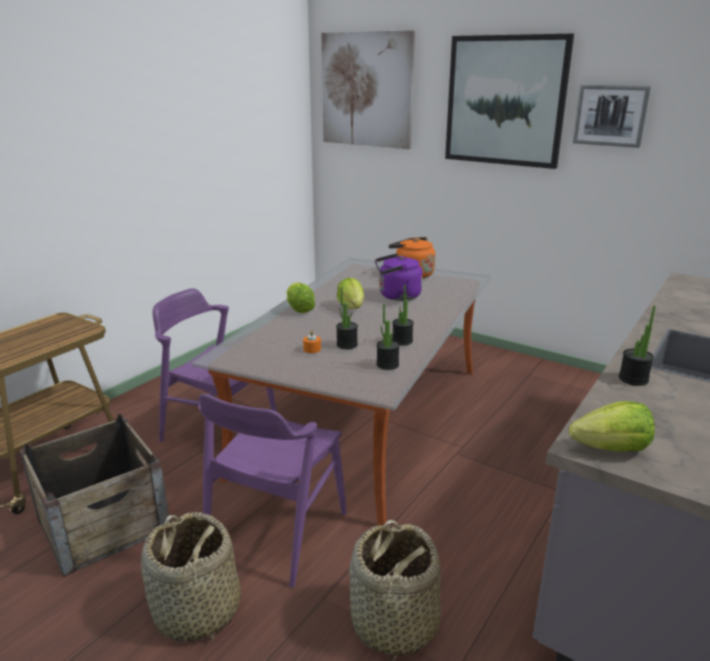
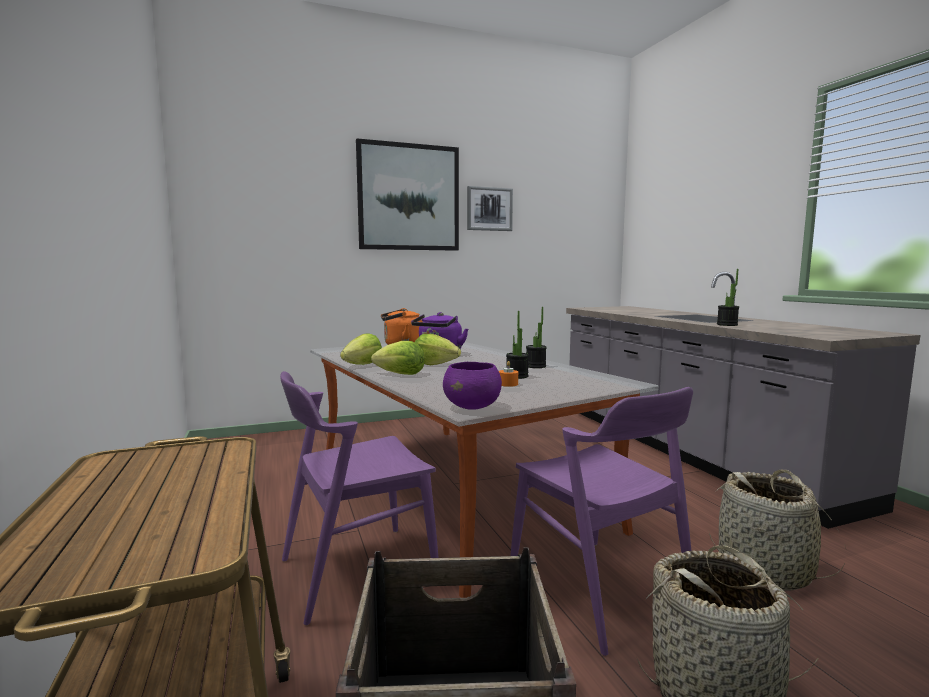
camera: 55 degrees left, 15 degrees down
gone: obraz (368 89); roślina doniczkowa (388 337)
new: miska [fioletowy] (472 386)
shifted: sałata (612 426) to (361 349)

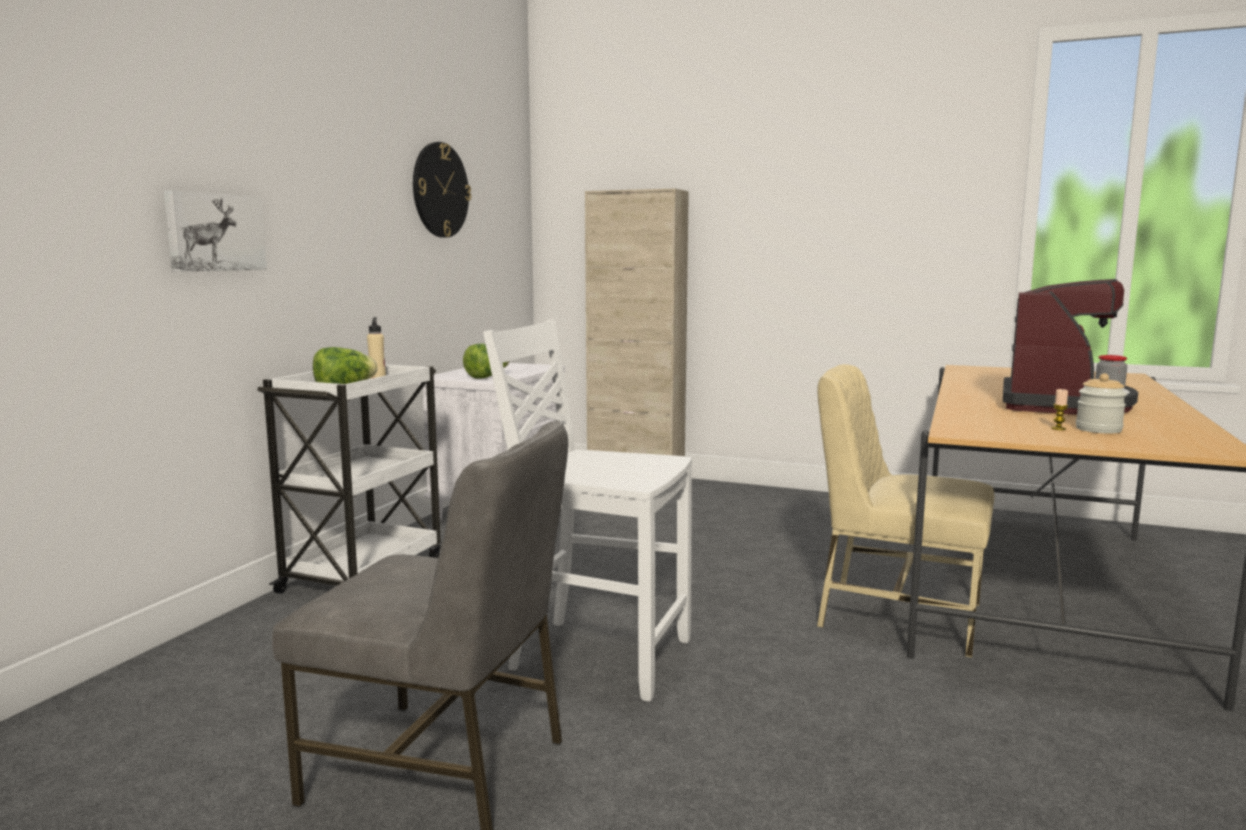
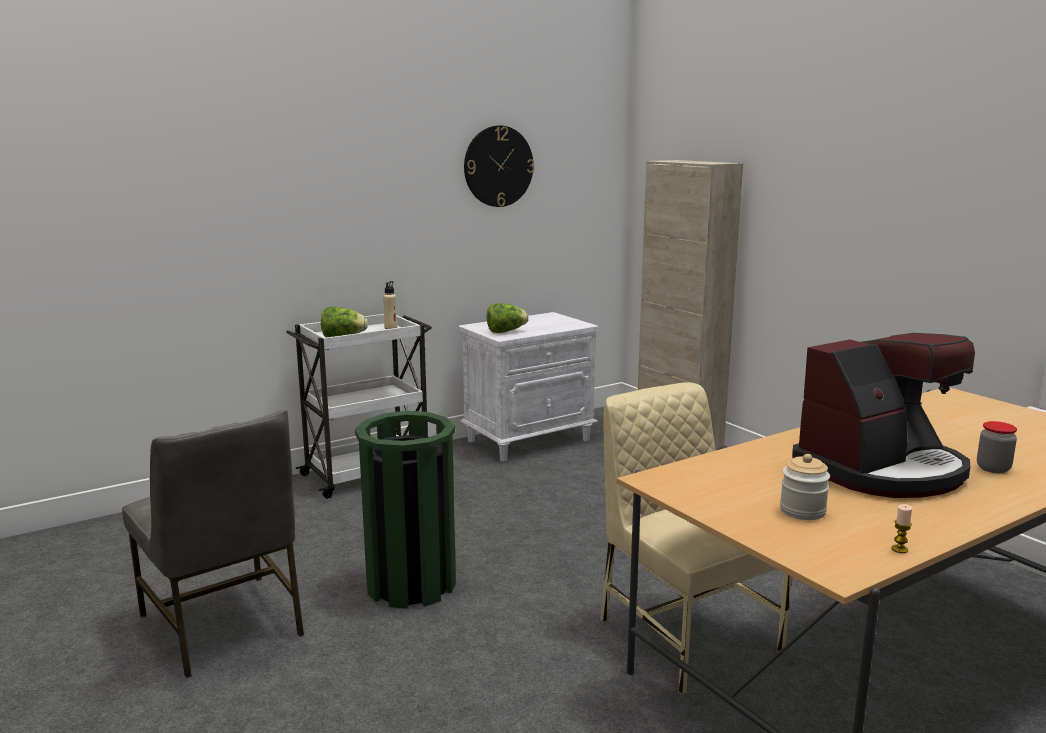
camera: 35 degrees right, 5 degrees up
gone: obraz (215 231)
shifted: świeca (1059 409) to (901 528)
swapped: krzesło [biały] (587 510) to kosz na śmieci [zielony] (405 510)

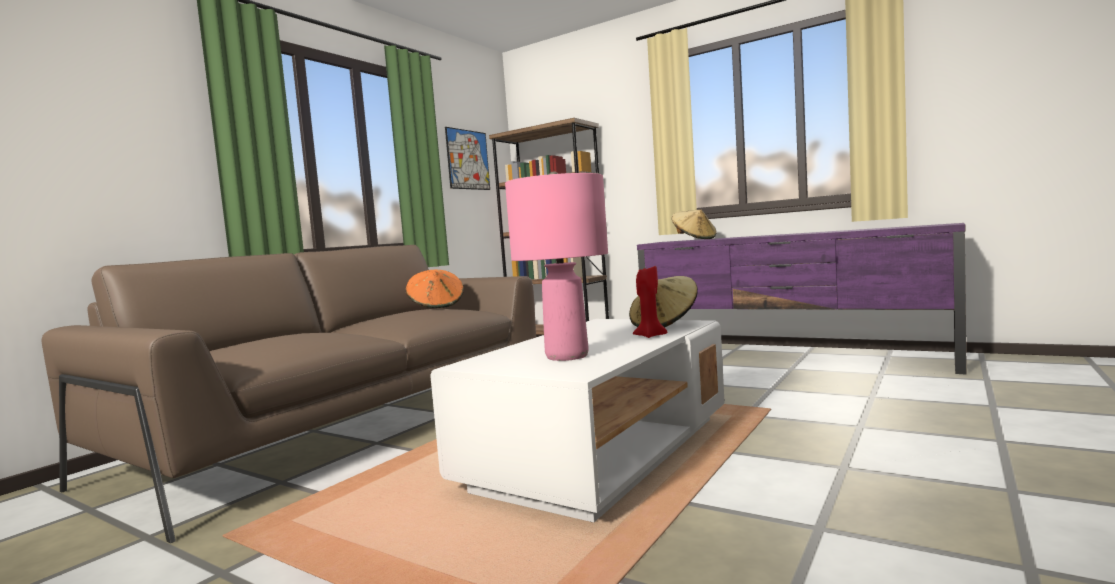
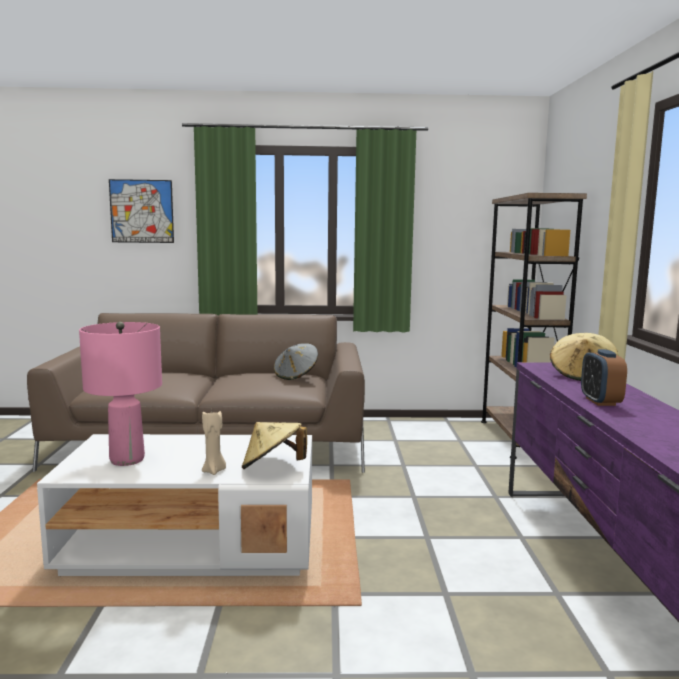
camera: 55 degrees right, 5 degrees up
new: budzik (604 377)
shifted: obraz (467 158) to (141 211)
repainted: świeca [czerwony] (650 302) to świeca [beżowy] (214 443); kapelusz [pomarańczowy] (435 289) to kapelusz [szary] (296 361)

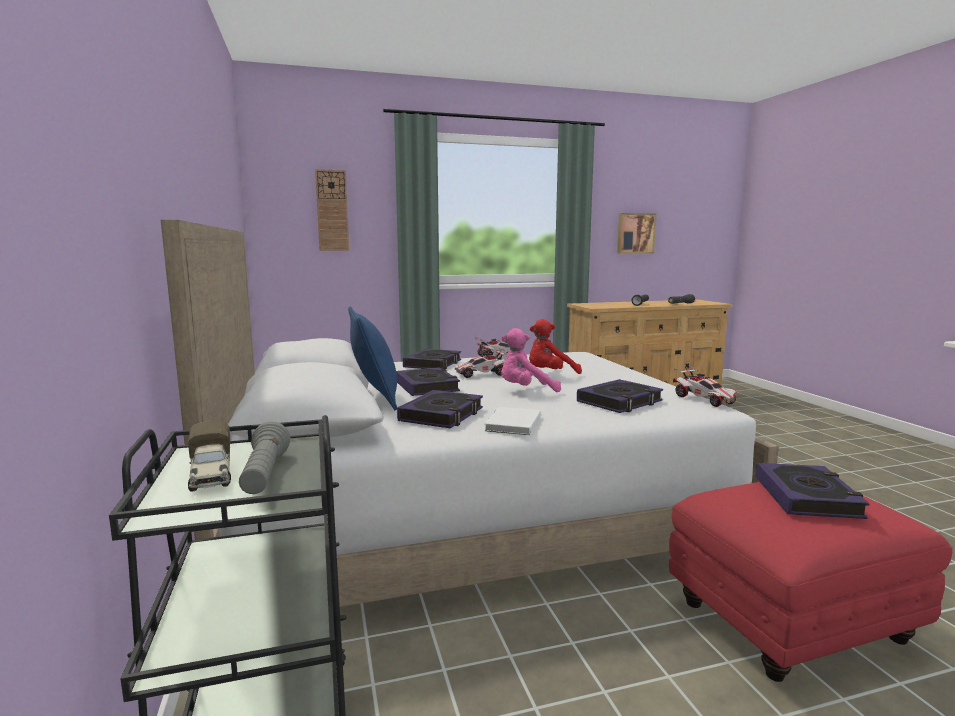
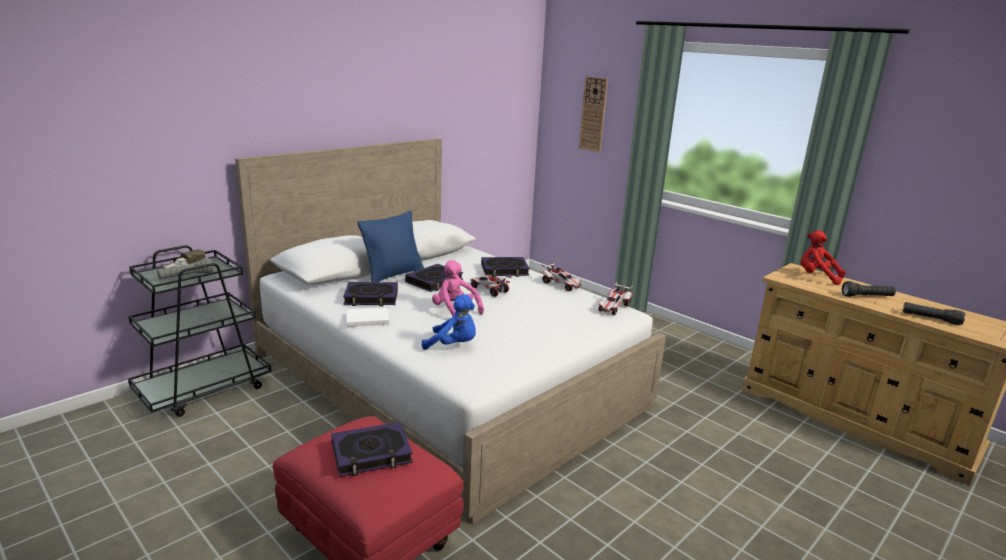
camera: 60 degrees right, 10 degrees up
gone: obraz (637 233)
shifted: samochodzik (706 386) to (615 298); pluszak [czerwony] (555 346) to (823 257)
swapped: książka (620 396) to pluszak [niebieski] (449 322)

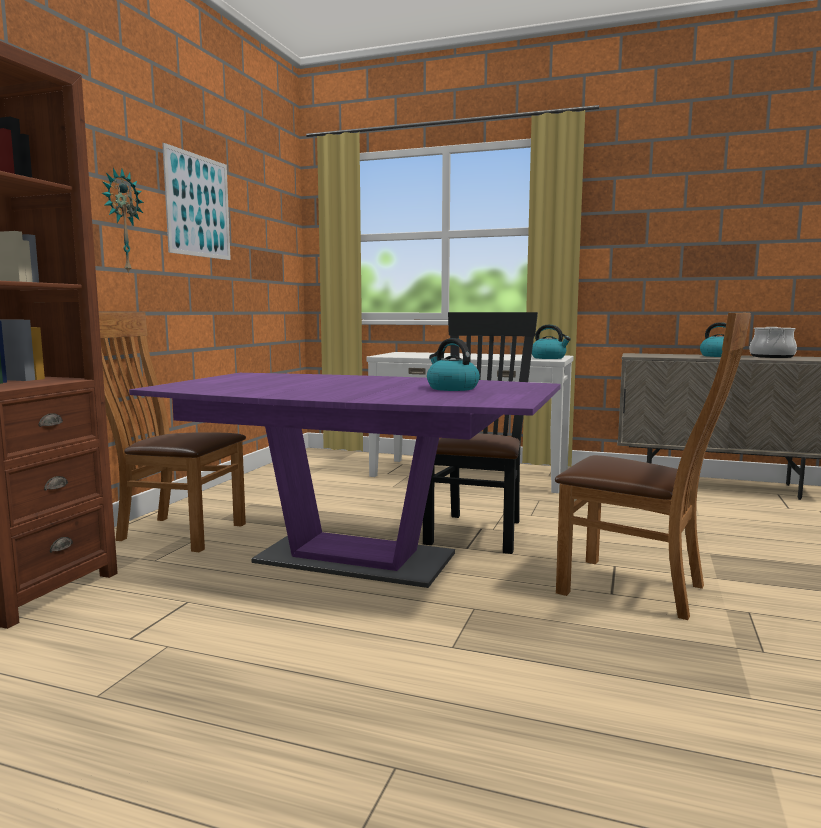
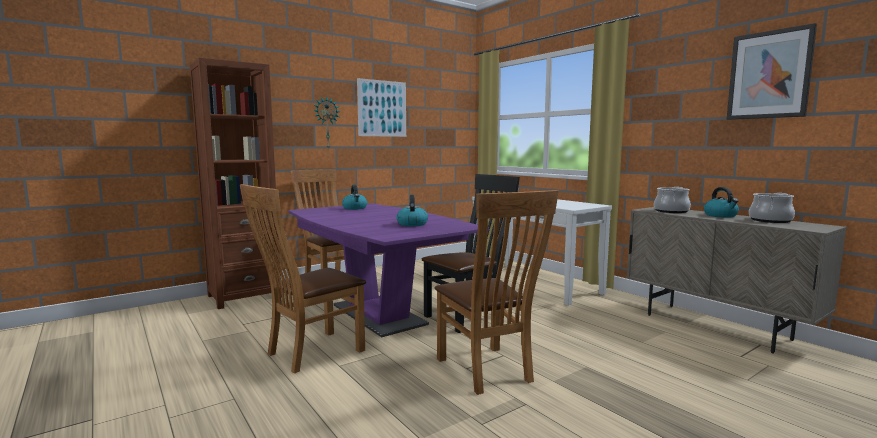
camera: 35 degrees right, 0 degrees up
new: krzesło [brązowy] (303 278); garnek (672 200); obraz (772 71)
shifted: czajnik (551 342) to (354 197)

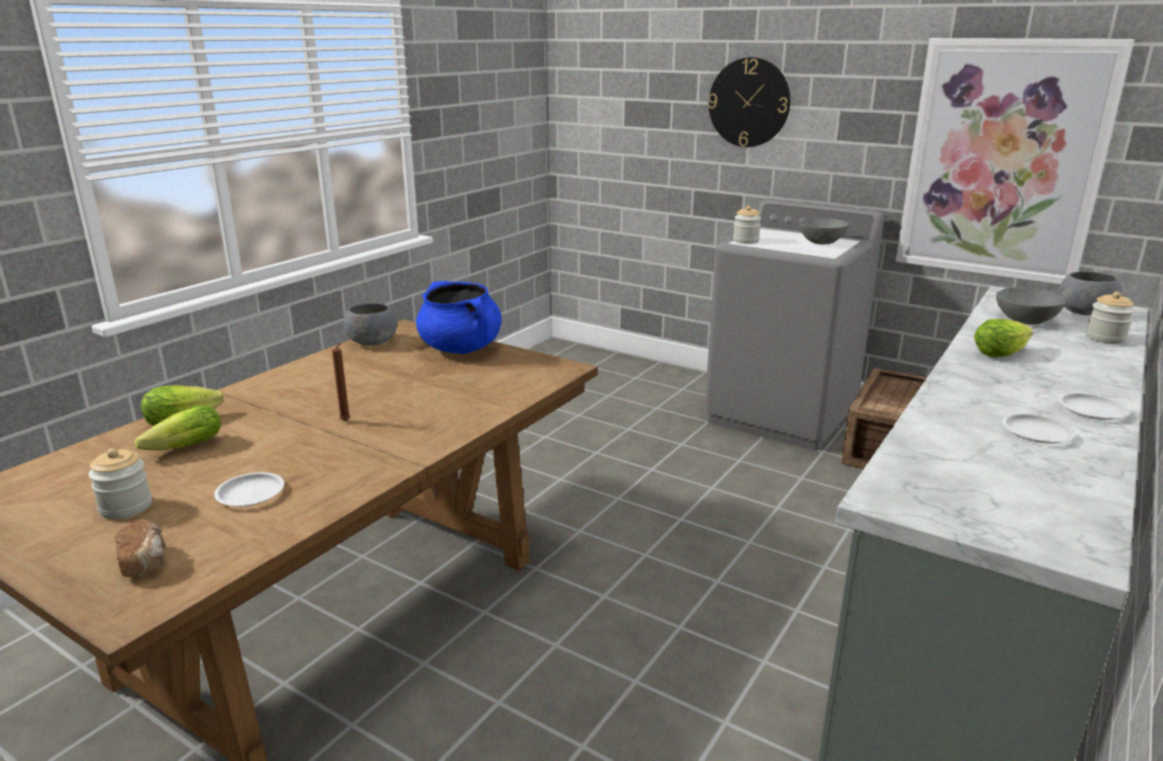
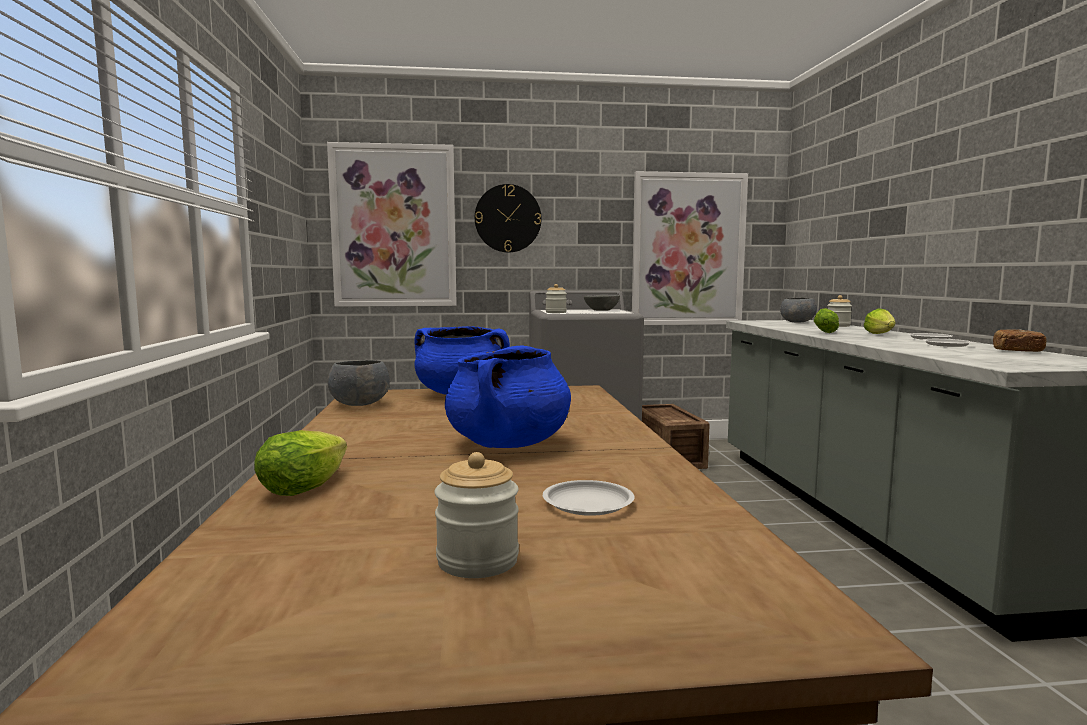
camera: 40 degrees left, 15 degrees down
gone: miska [szary] (1031 306)
new: obraz (392 224)
shifted: sałata (178 427) to (879 321); chleb (140 548) to (1019 340)
swapped: świeca [brązowy] (341 382) to garnek [niebieski] (508 396)

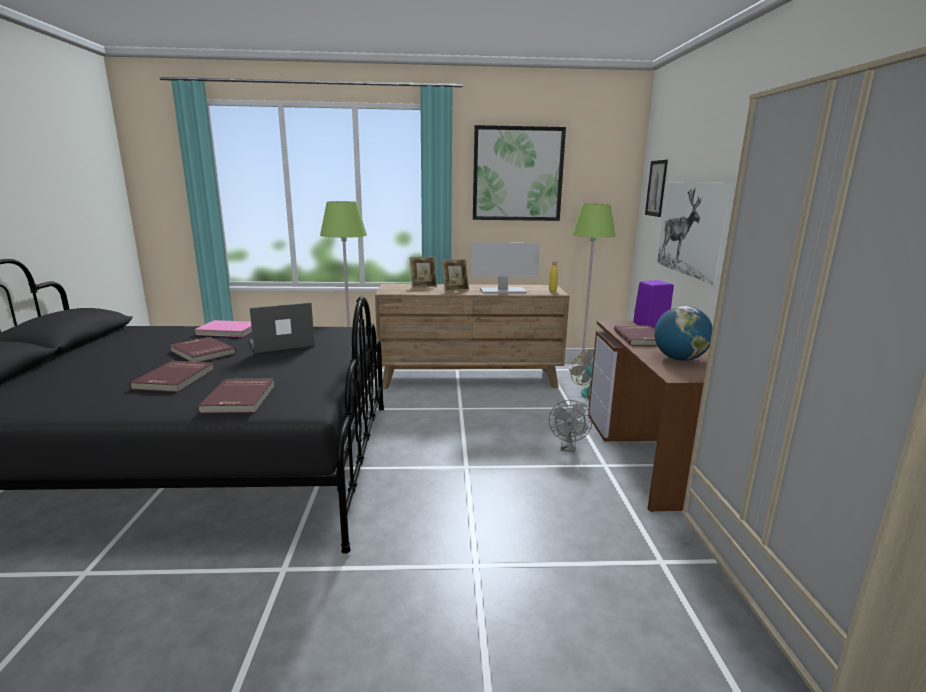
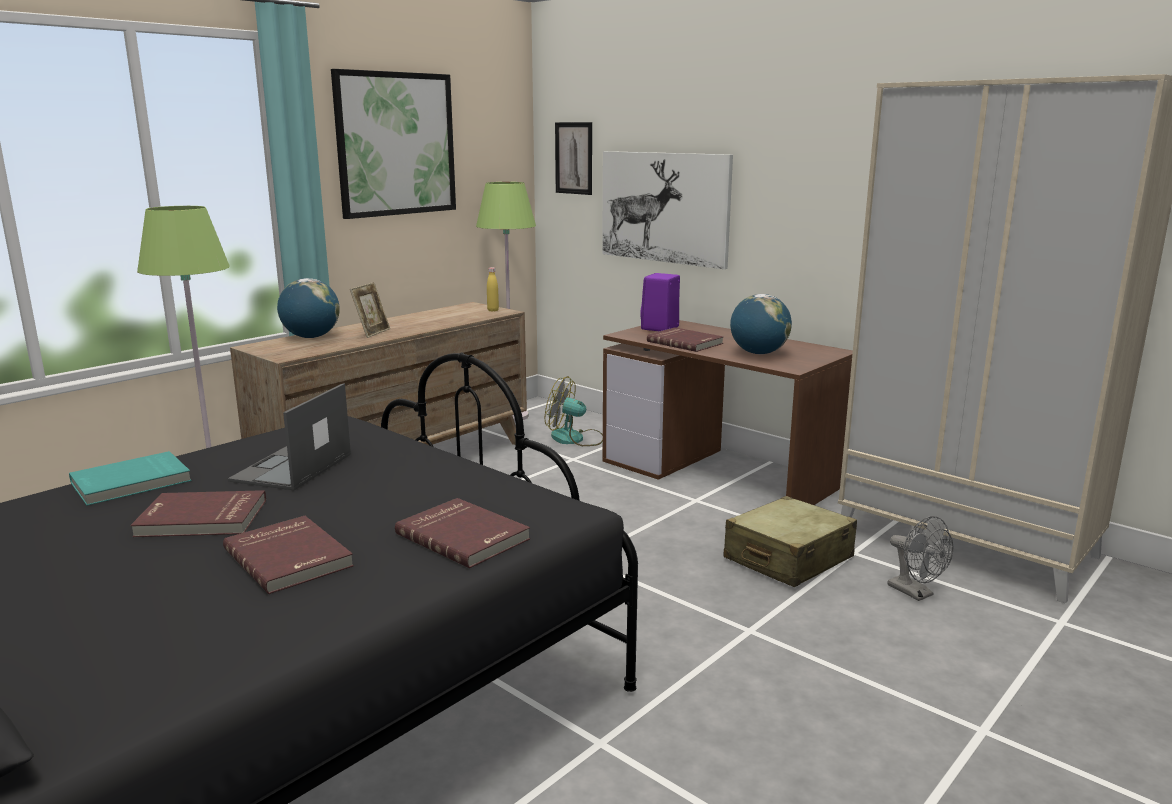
camera: 45 degrees left, 0 degrees up
gone: monitor (505 268)
new: walizka [beżowy] (790 541)
shifted: wentylator [szary] (570 426) to (920 558)
swapped: ramka na zdjęcie (423 272) to globus (308 308)
repainted: książka [różowy] (223 328) to książka [turkusowy] (130 478)

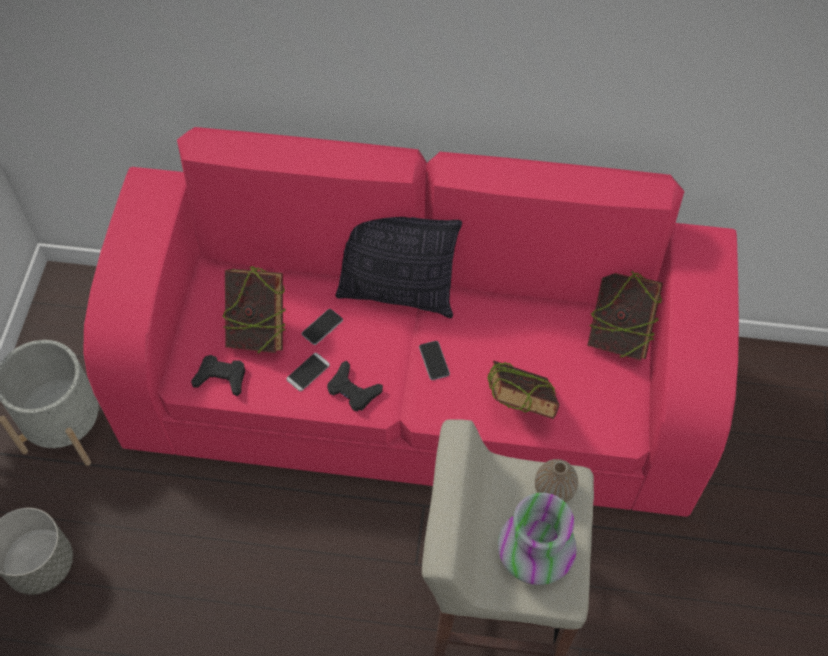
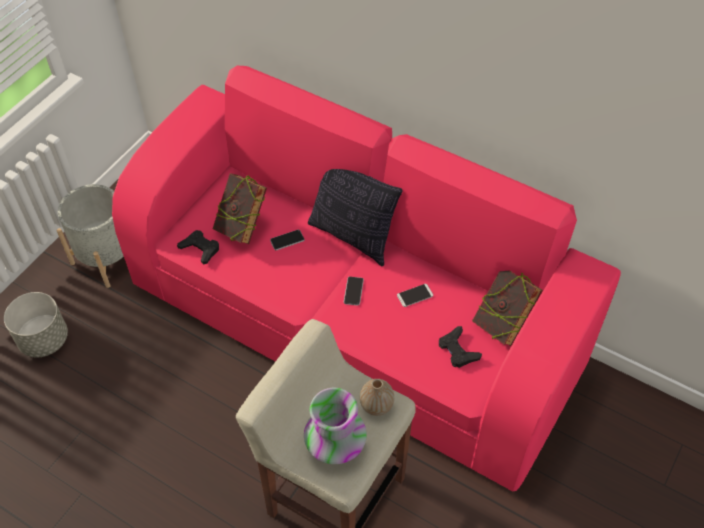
camera: 25 degrees right, 5 degrees down
gone: książka (523 389)
shifted: telefon (308 372) to (415 295); pad do gier [czarny] (355 386) to (460 347)

